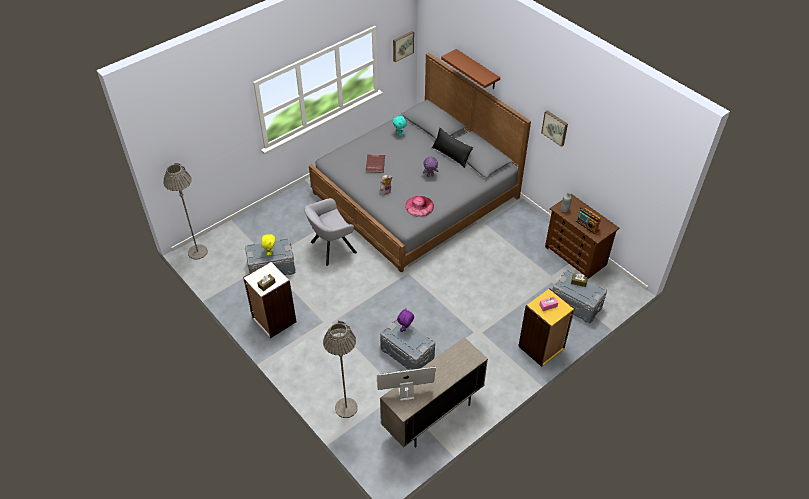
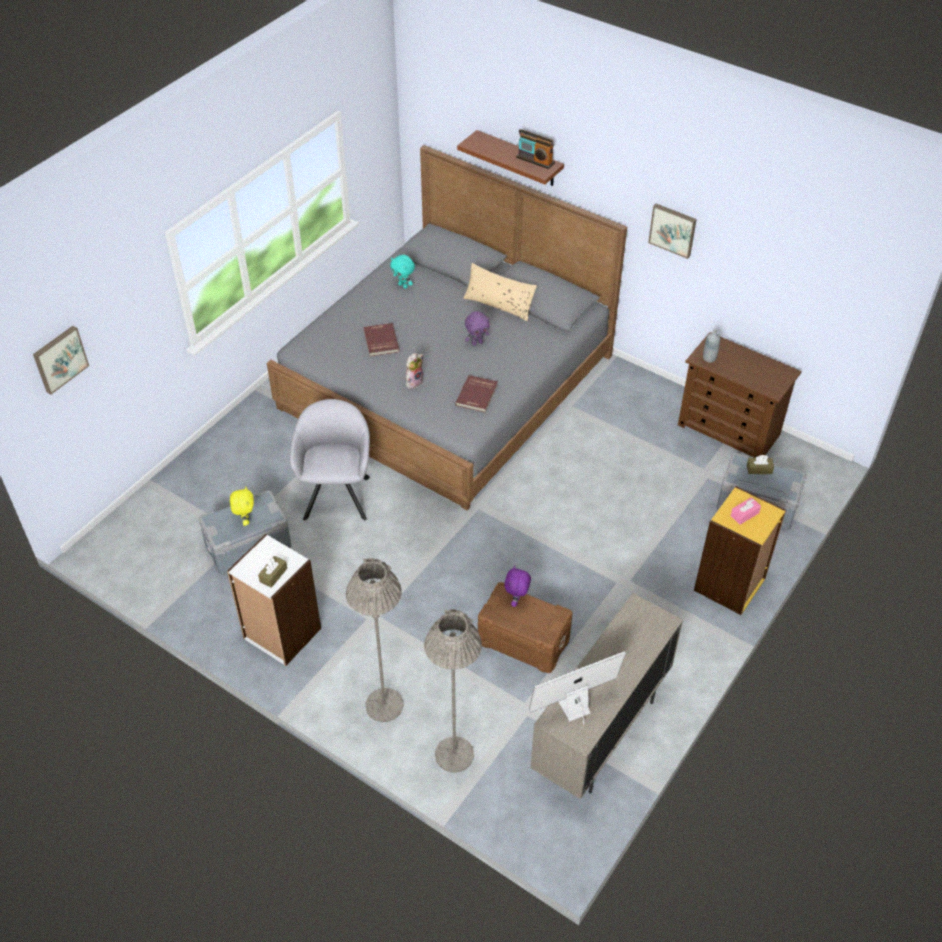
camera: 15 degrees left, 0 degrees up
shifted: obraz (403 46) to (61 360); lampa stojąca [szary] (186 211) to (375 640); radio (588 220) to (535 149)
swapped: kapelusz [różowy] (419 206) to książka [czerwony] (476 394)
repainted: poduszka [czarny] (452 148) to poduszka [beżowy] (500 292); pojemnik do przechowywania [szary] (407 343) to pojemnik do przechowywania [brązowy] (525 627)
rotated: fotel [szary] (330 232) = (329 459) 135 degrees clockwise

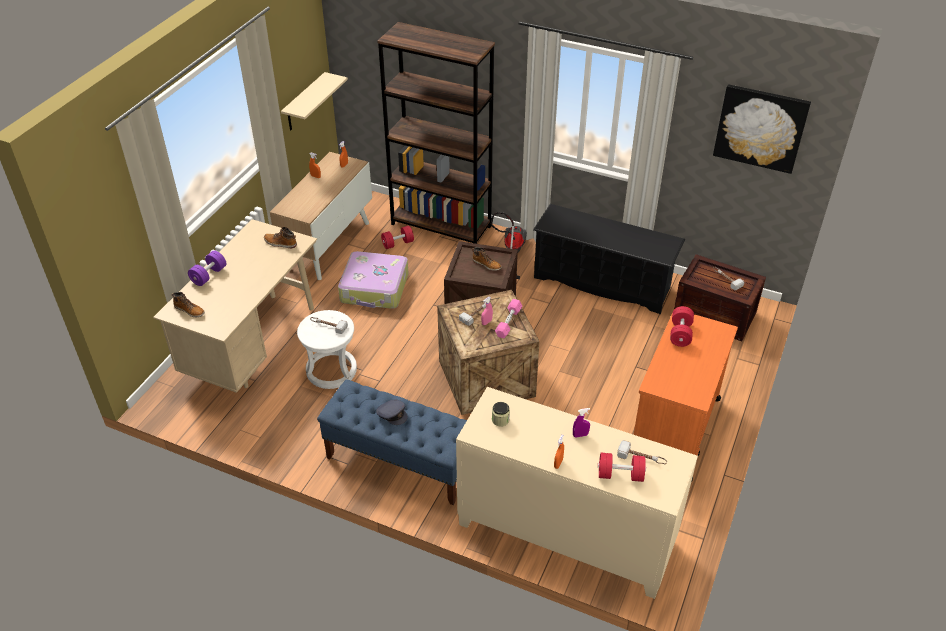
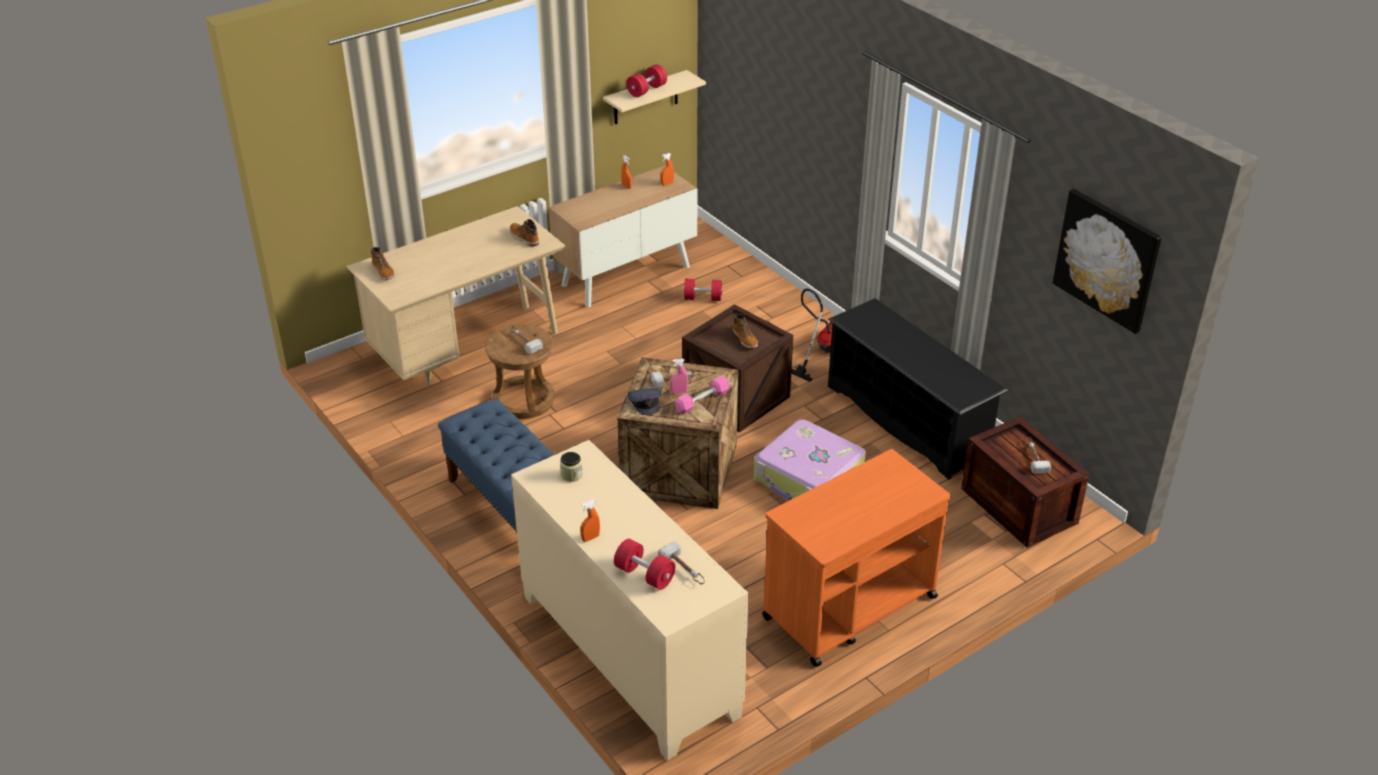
camera: 30 degrees right, 5 degrees down
gone: hantel [fioletowy] (207 268); regał [brązowy] (436 133); spryskiwacz [fioletowy] (581 422)
shifted: hantel [czerwony] (682 326) to (646 80); czapka z daszkiem [szary] (392 412) to (644 401); walizka (373 280) to (810 460)
repainted: stołek [biały] (327 349) to stołek [brązowy] (519 371)

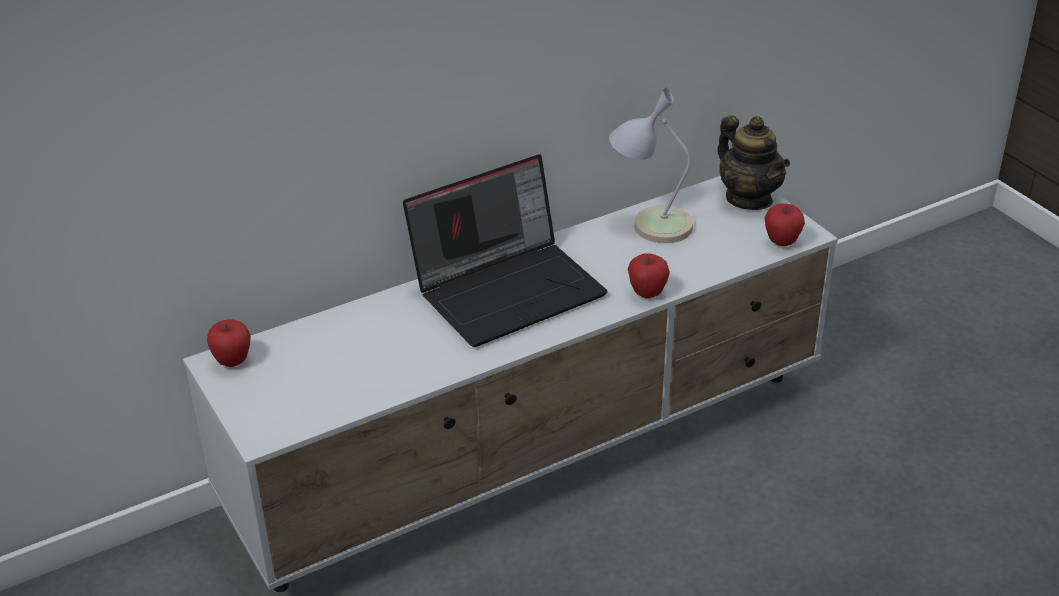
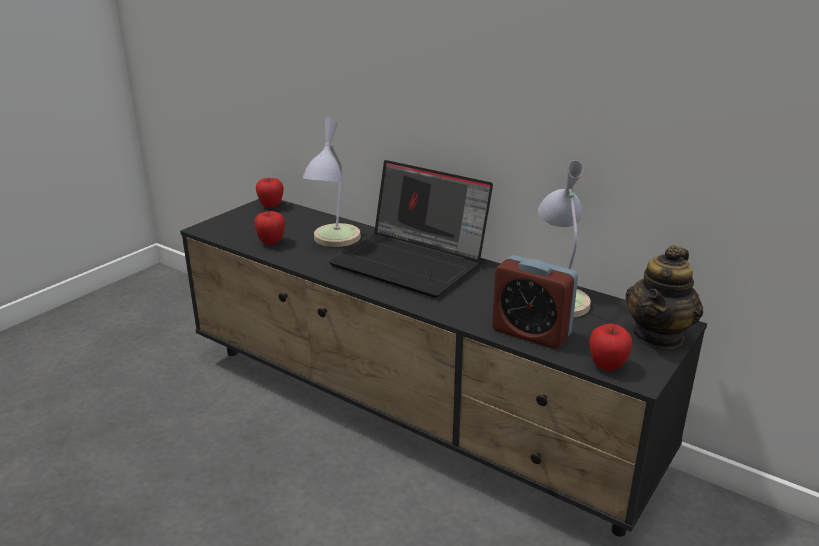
camera: 65 degrees right, 10 degrees down
new: lampa stołowa (332 182); budzik (535 302)
shifted: jabłko (649 276) to (269 228)
repainted: szafka pod telewizor [biały] (510 384) to szafka pod telewizor [czarny] (443 368)

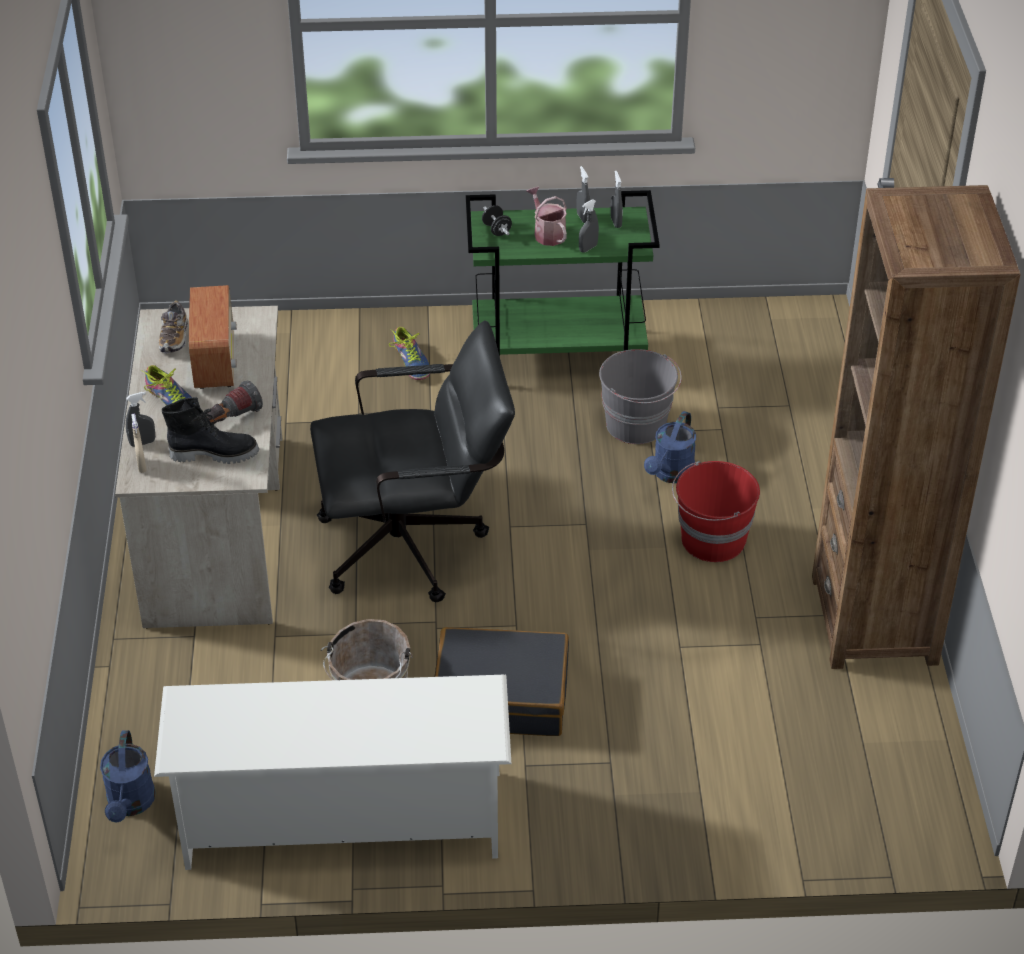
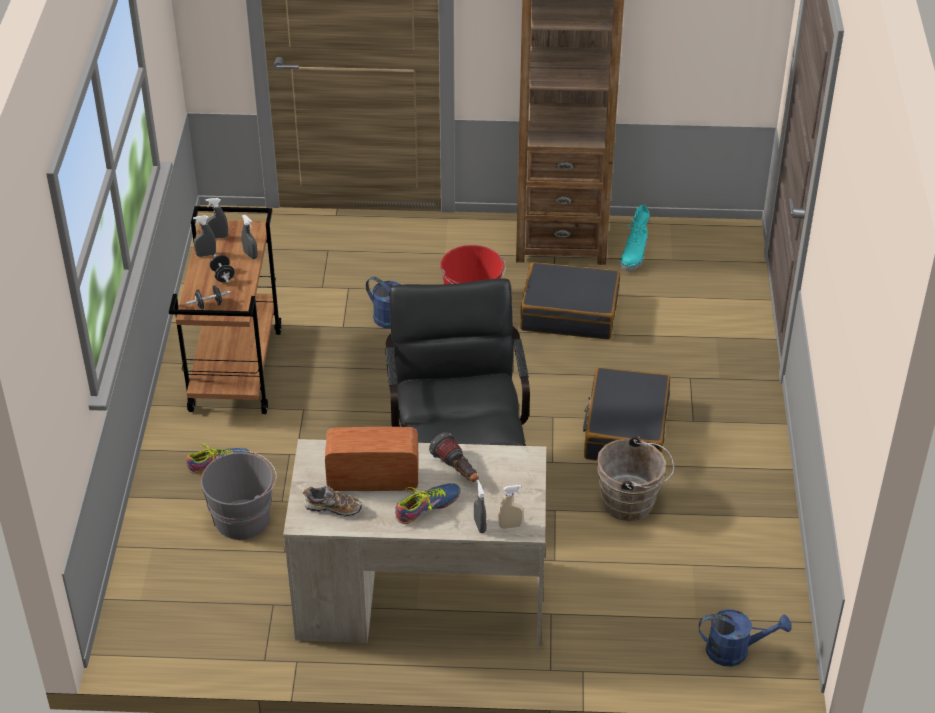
camera: 85 degrees left, 0 degrees up
gone: regał na buty [biały] (333 772); but z cholewką [czarny] (210 430)
new: walizka [czarny] (570 300); but z cholewką [turkusowy] (634 238)
shifted: wiadro [szary] (640 396) to (239 495)
swapped: konewka (547 216) to hantel [czarny] (222 268)
repainted: wózek [zielony] (563 273) to wózek [brązowy] (225 310)

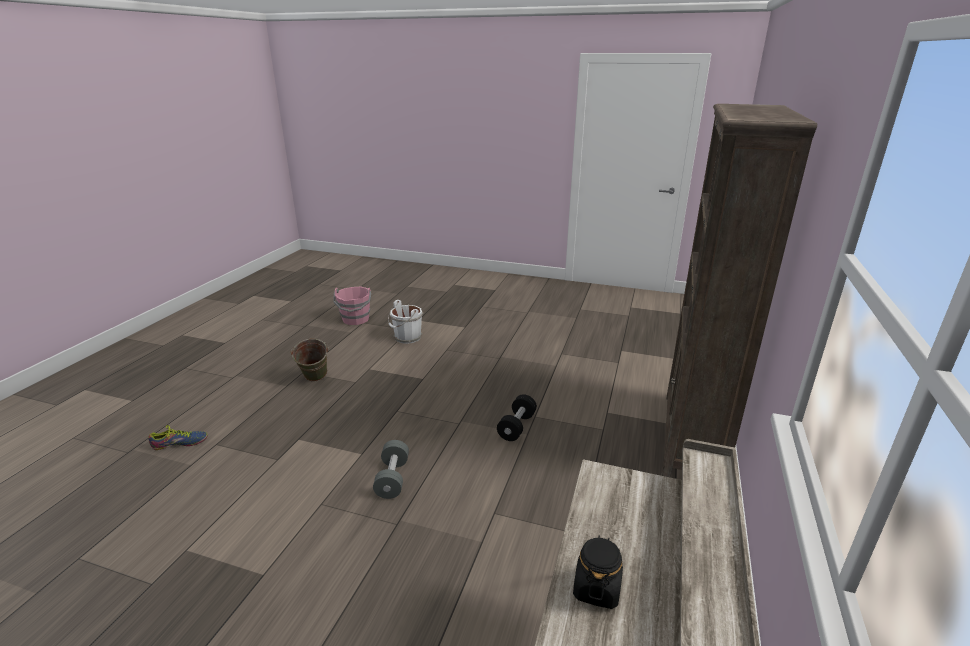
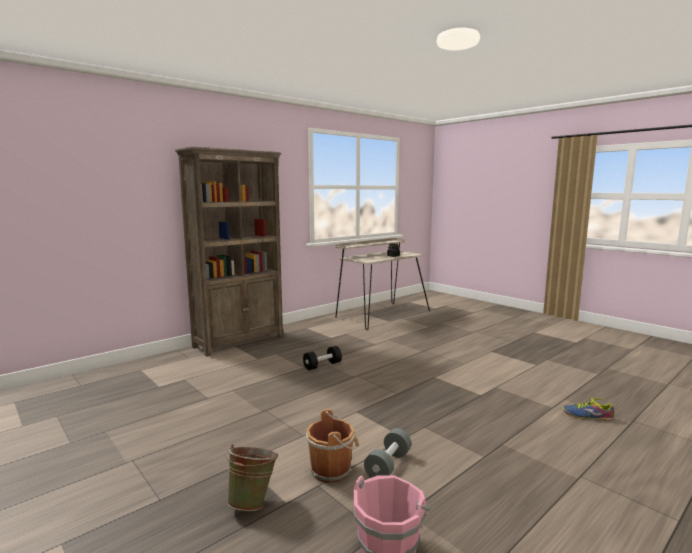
camera: 150 degrees left, 15 degrees down
shifted: wiadro [zielony] (309 360) to (251 477); hantel [szary] (391 469) to (388 453)
repainted: wiadro [biały] (405 322) to wiadro [brązowy] (332 446)

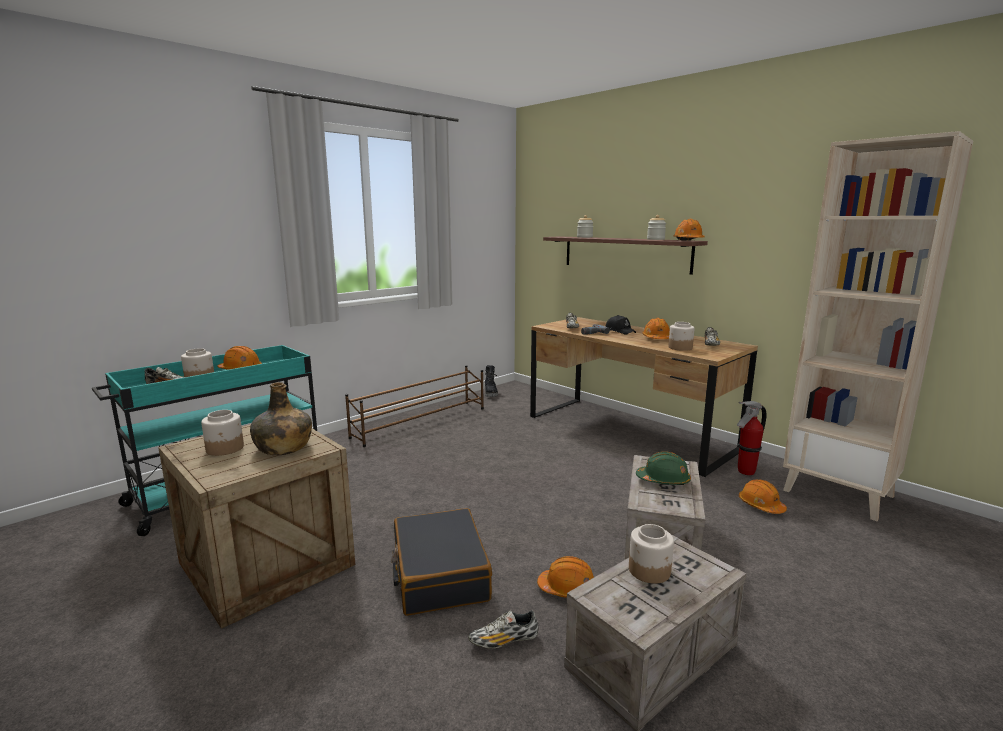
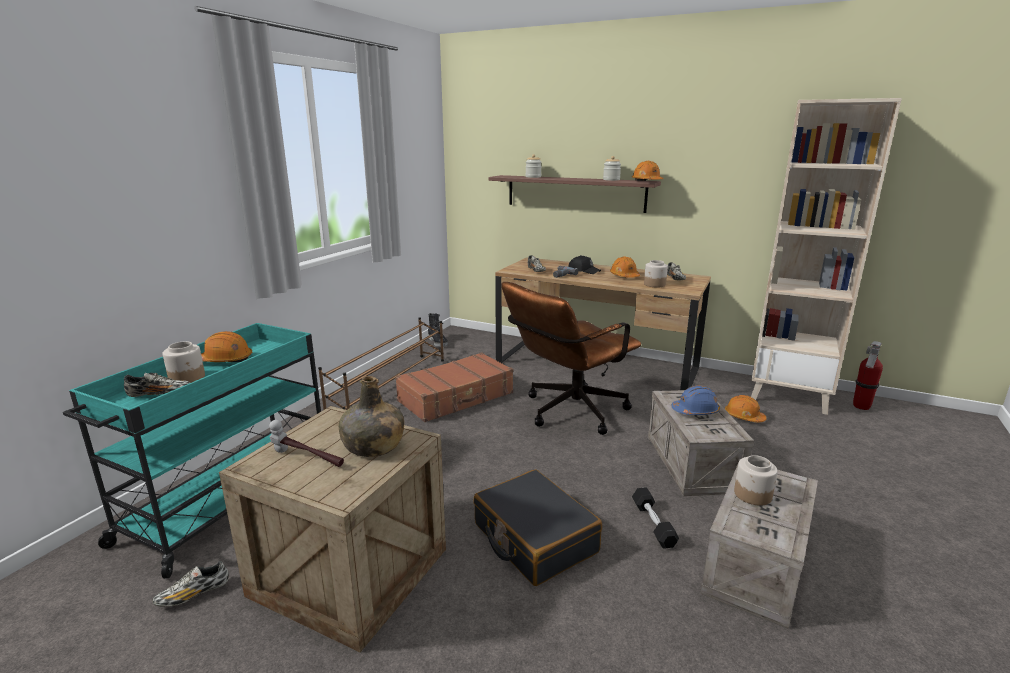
camera: 20 degrees left, 5 degrees up
new: walizka [brązowy] (454 387); krzesło biurowe [brązowy] (571 358)
shifted: but (503 629) to (190 584); gaśnica (751 438) to (868 375)
swapped: słoik (222 433) to młotek (306 443); kask [pomarańczowy] (565 577) to hantel [czarny] (655 517)
repainted: kask [zielony] (663 468) to kask [niebieski] (695 400)

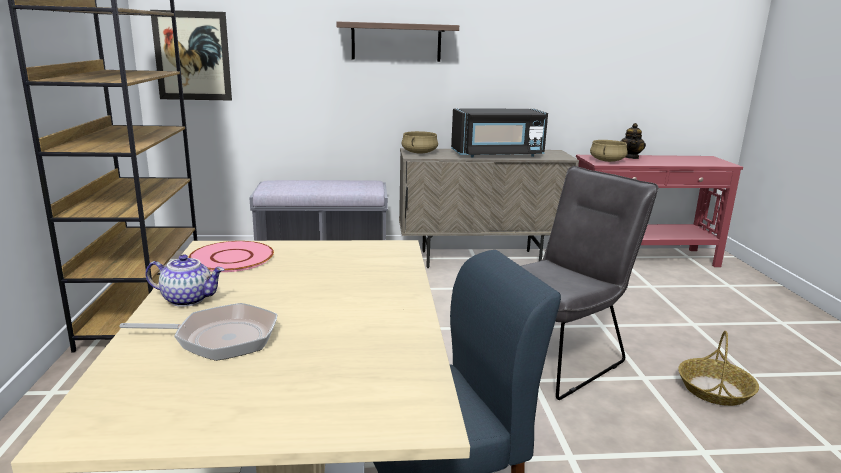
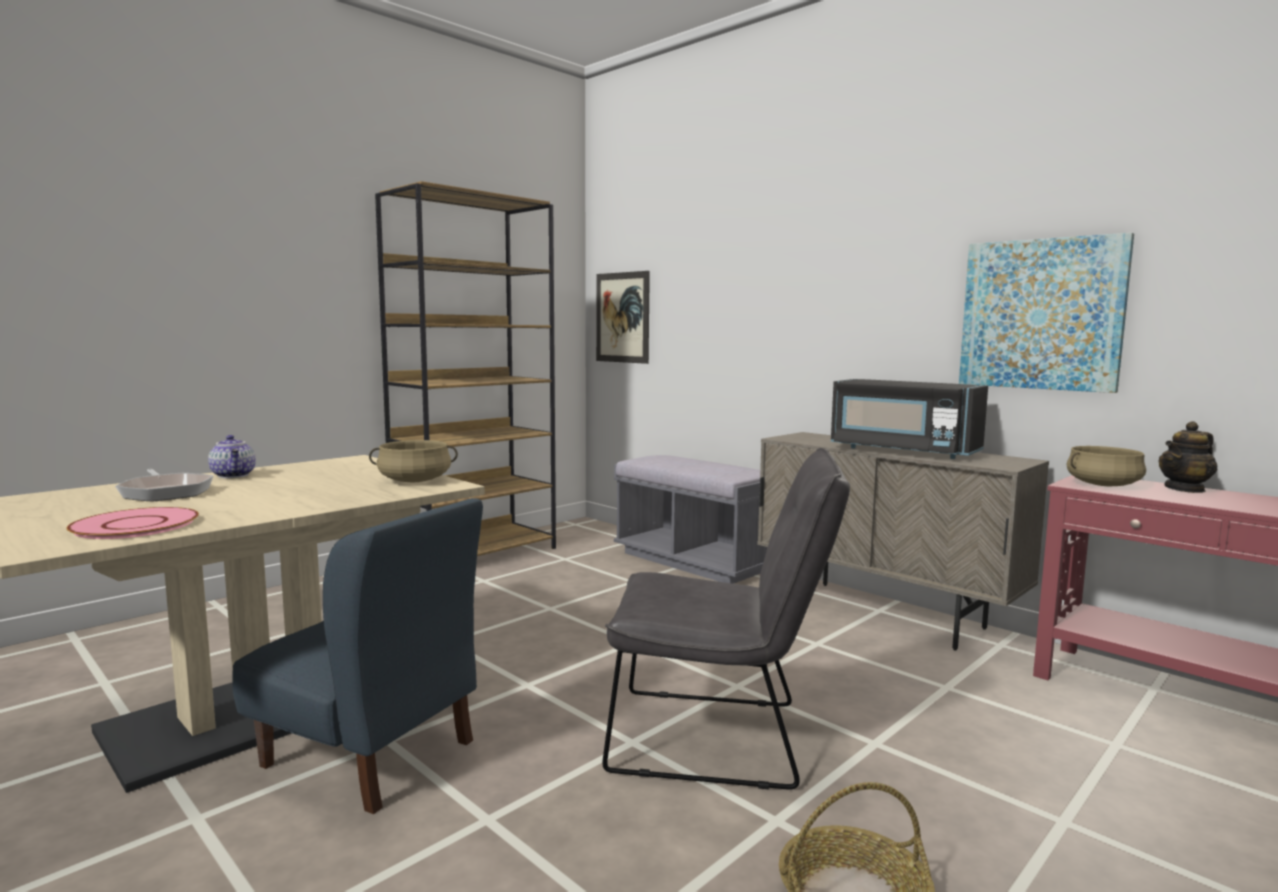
camera: 50 degrees right, 10 degrees down
gone: półka (397 41)
new: obraz (1046 313)
shifted: talerz [różowy] (231 256) to (133 523); garnek [beżowy] (420 142) to (413 461)

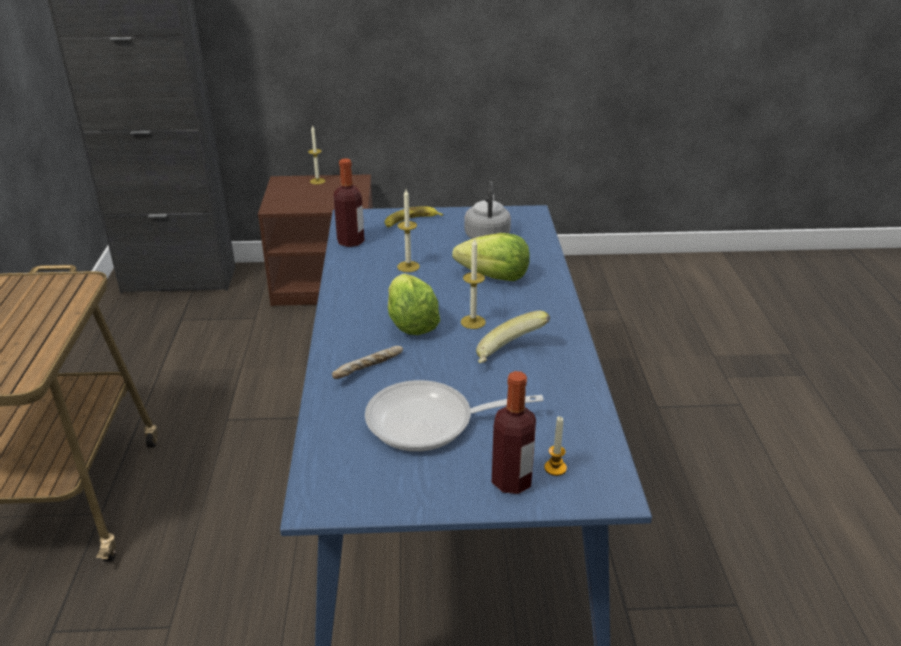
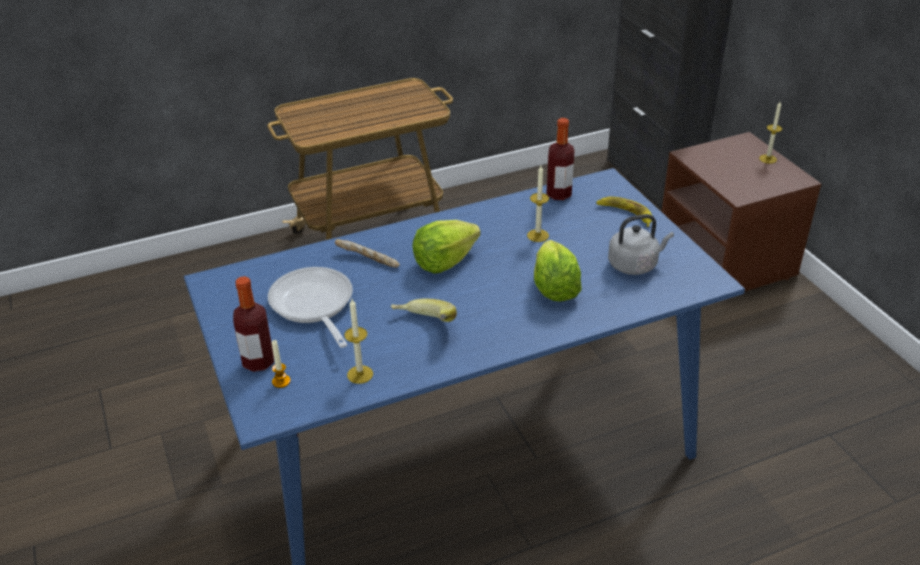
camera: 70 degrees right, 5 degrees up
shifted: świeca (473 283) to (358 341)

